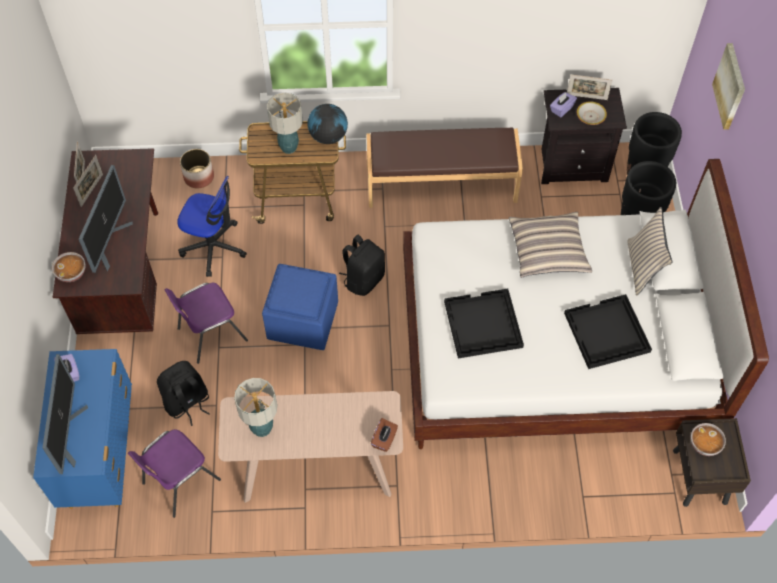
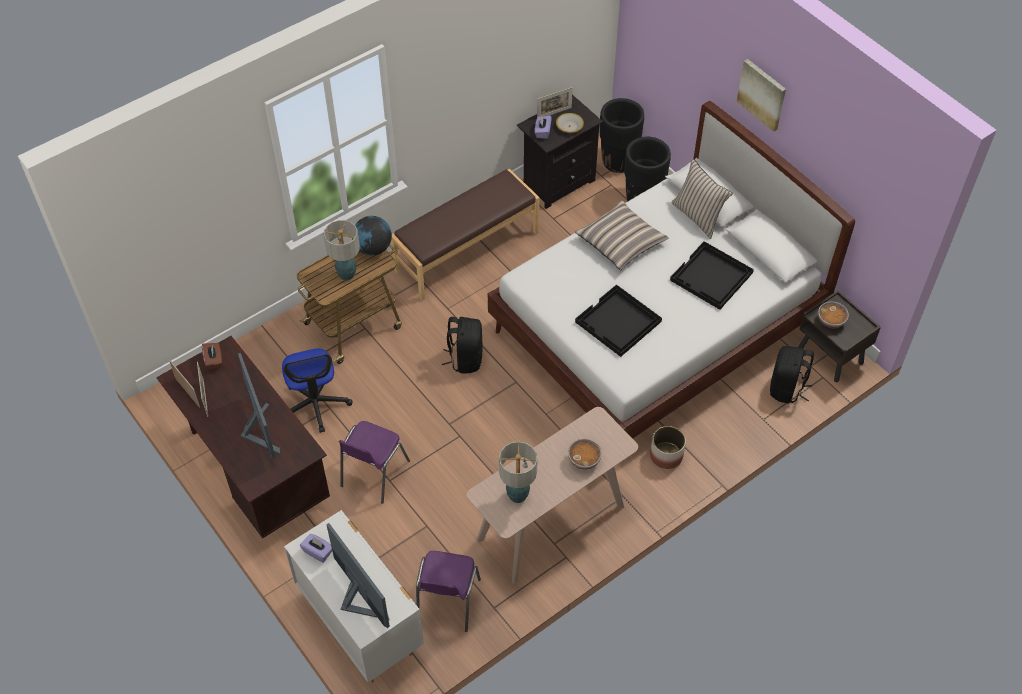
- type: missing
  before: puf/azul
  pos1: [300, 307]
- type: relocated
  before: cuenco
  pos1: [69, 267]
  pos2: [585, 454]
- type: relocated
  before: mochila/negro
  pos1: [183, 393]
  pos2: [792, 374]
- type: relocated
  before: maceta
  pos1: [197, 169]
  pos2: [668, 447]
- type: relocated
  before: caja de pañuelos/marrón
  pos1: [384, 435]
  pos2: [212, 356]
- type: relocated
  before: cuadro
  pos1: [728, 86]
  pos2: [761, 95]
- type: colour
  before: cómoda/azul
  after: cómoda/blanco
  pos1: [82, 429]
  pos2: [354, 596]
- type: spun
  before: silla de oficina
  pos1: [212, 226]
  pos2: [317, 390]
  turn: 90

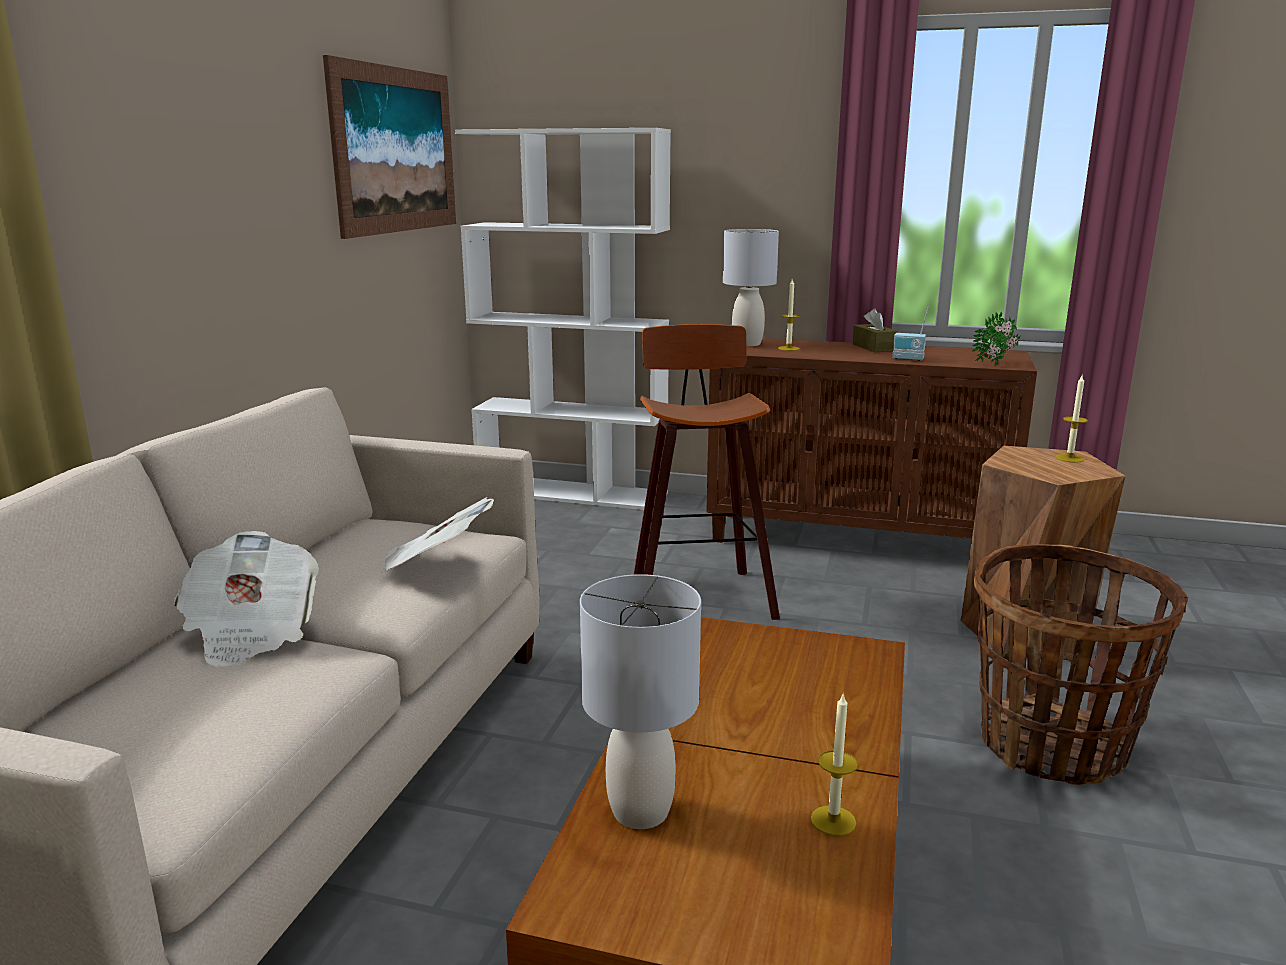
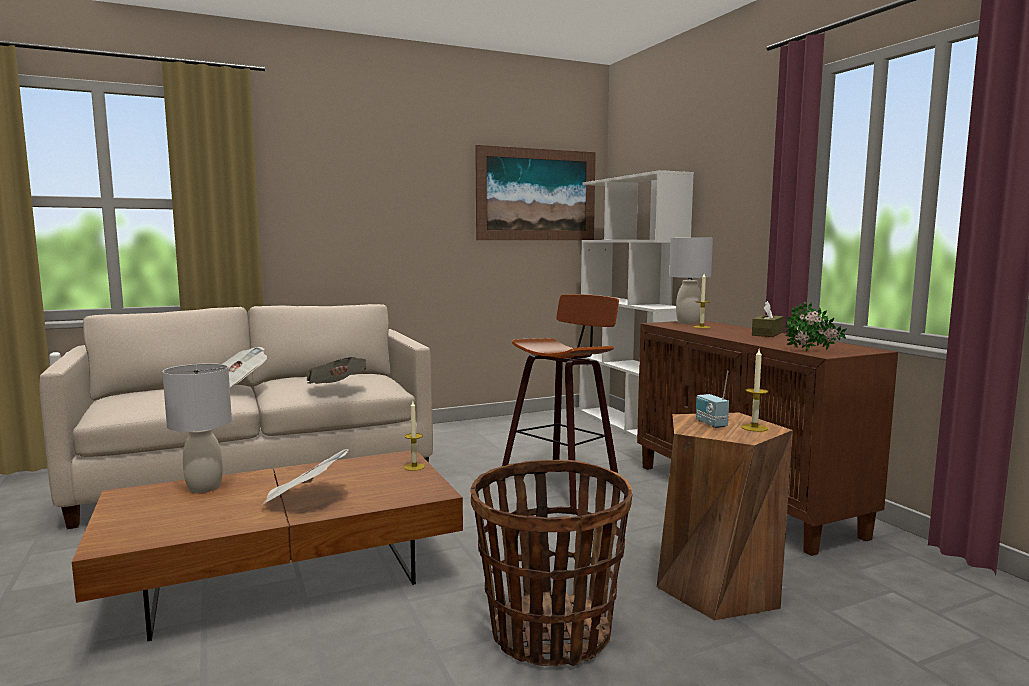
- type: appeared
  after: periódico
  pos2: [306, 476]
- type: relocated
  before: vela
  pos1: [834, 764]
  pos2: [414, 436]
- type: relocated
  before: radio
  pos1: [910, 334]
  pos2: [712, 399]

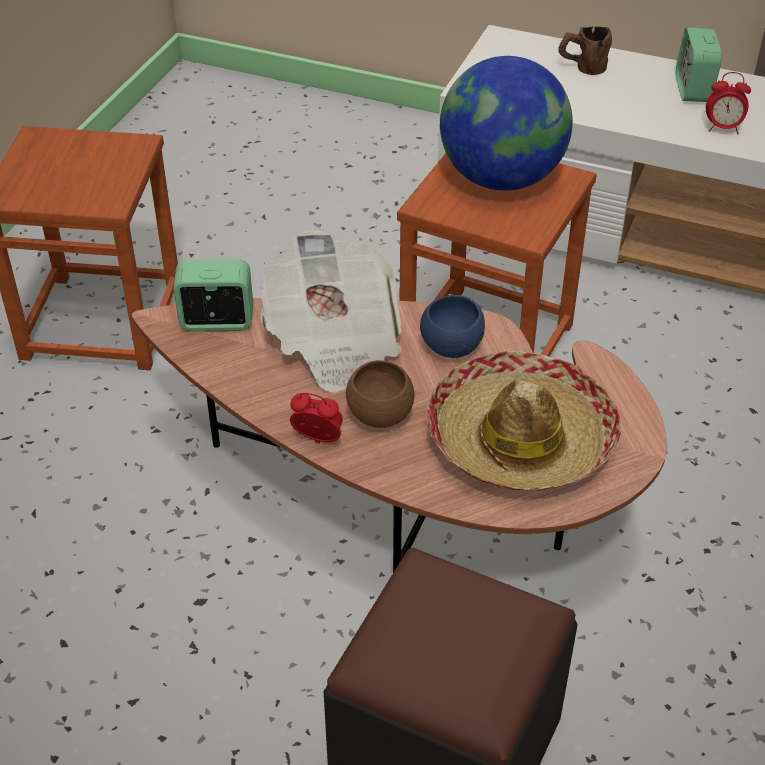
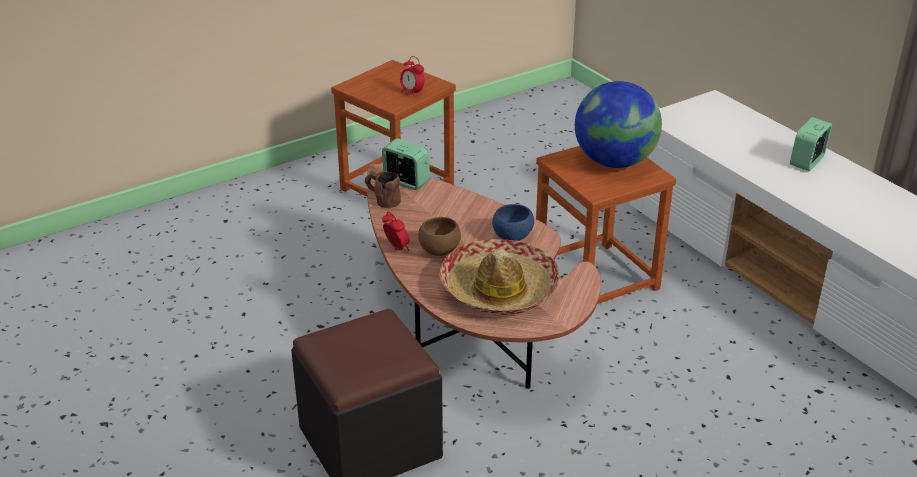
- type: missing
  before: periódico
  pos1: [331, 311]
- type: relocated
  before: taza grande/marrón
  pos1: [585, 50]
  pos2: [383, 189]
- type: relocated
  before: despertador
  pos1: [728, 103]
  pos2: [412, 76]

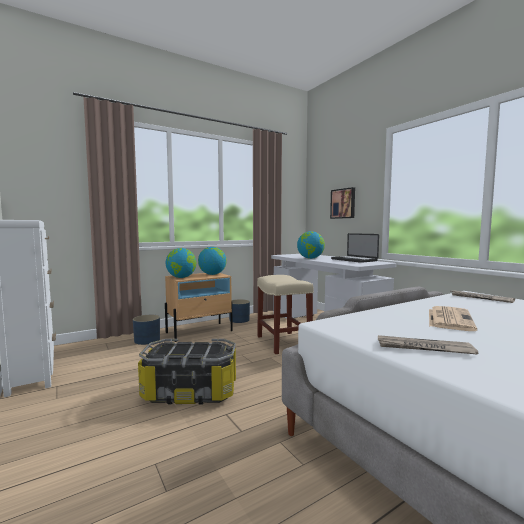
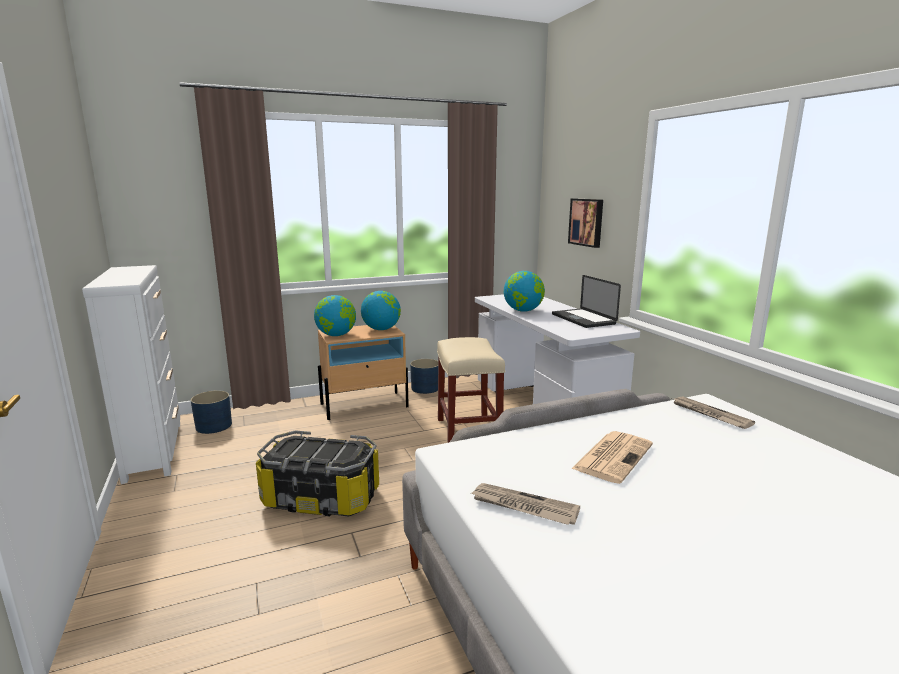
- type: relocated
  before: maceta/azul
  pos1: [146, 330]
  pos2: [211, 412]

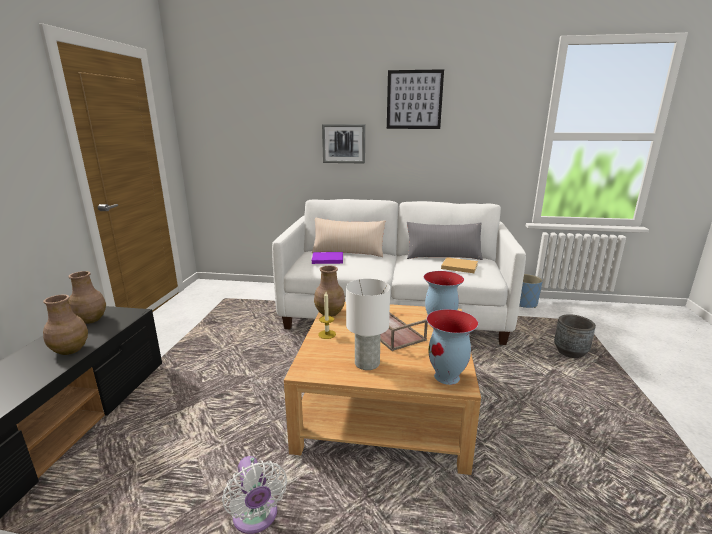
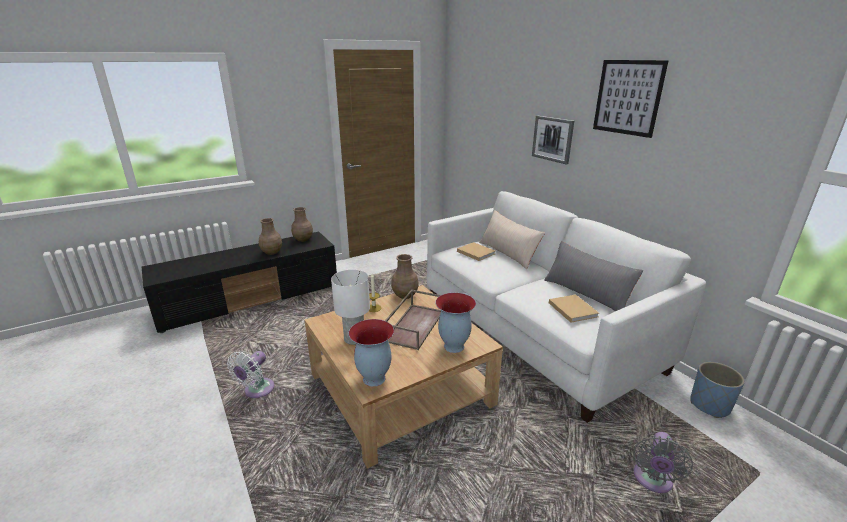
- type: exchanged
  before: maceta/gris
  after: ventilador/gris
  pos1: [575, 336]
  pos2: [663, 462]
- type: colour
  before: libro/morado
  after: libro/beis
  pos1: [327, 258]
  pos2: [476, 251]

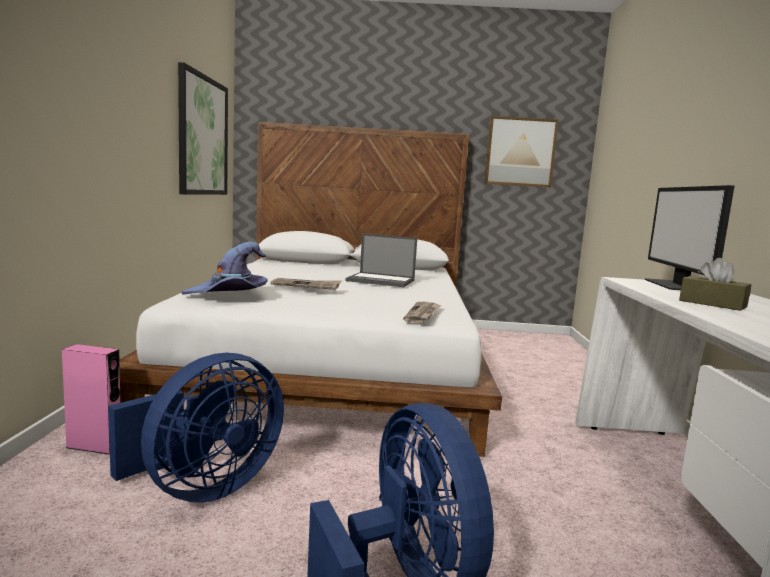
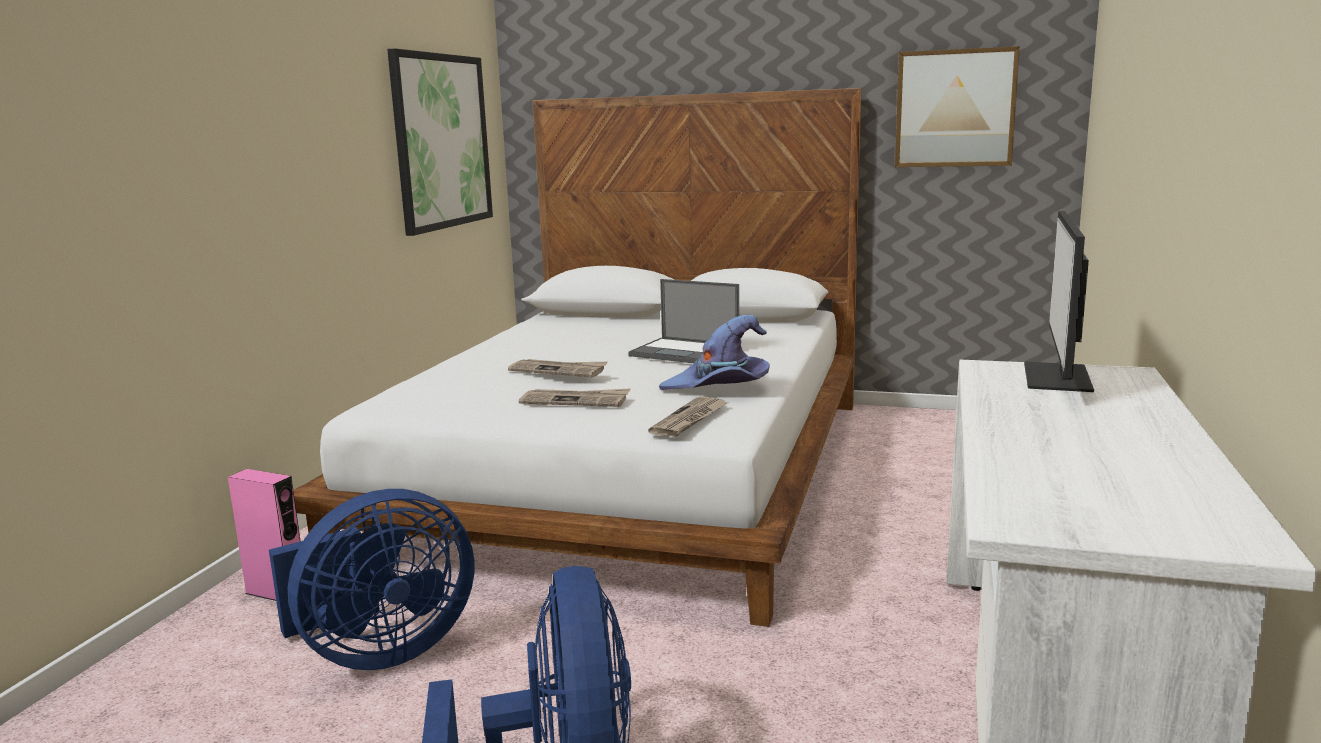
- type: missing
  before: caja de pañuelos/marrón
  pos1: [715, 284]
- type: appeared
  after: periódico
  pos2: [574, 397]
- type: relocated
  before: sombrero/morado
  pos1: [224, 268]
  pos2: [714, 352]

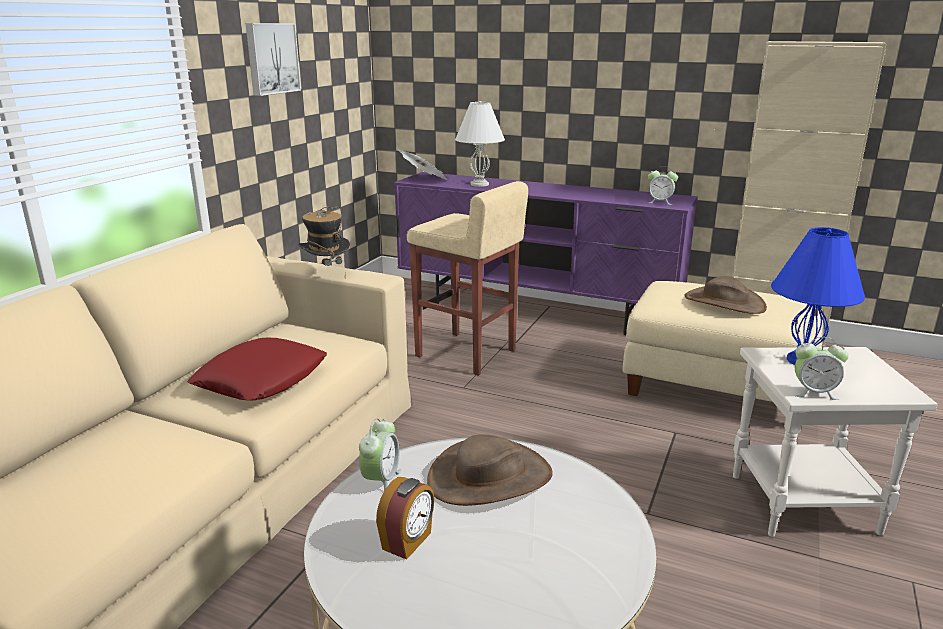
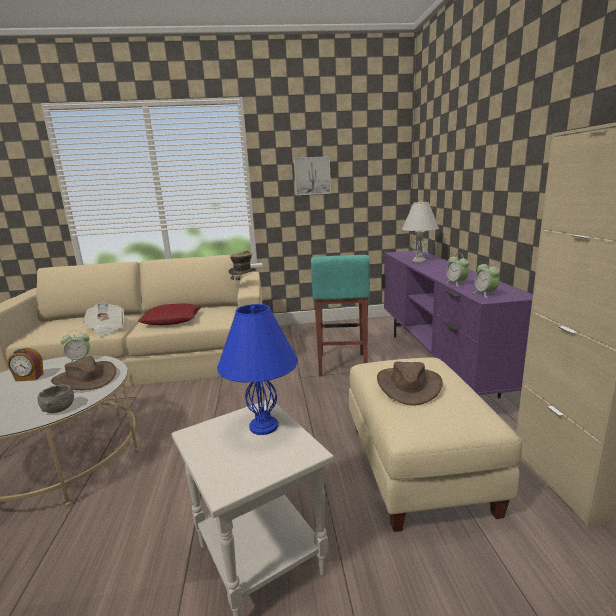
- type: appeared
  after: cuenco/gris
  pos2: [56, 399]
- type: relocated
  before: periódico
  pos1: [422, 165]
  pos2: [103, 319]
- type: relocated
  before: despertador
  pos1: [822, 368]
  pos2: [457, 270]
- type: colour
  before: taburete/beis
  after: taburete/turquesa
  pos1: [467, 278]
  pos2: [340, 315]

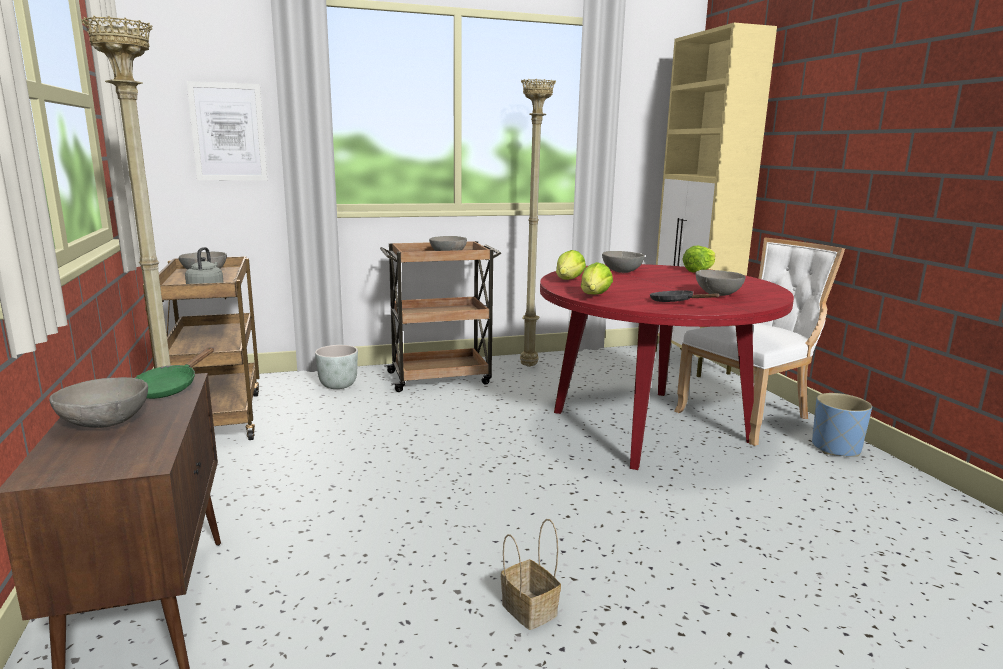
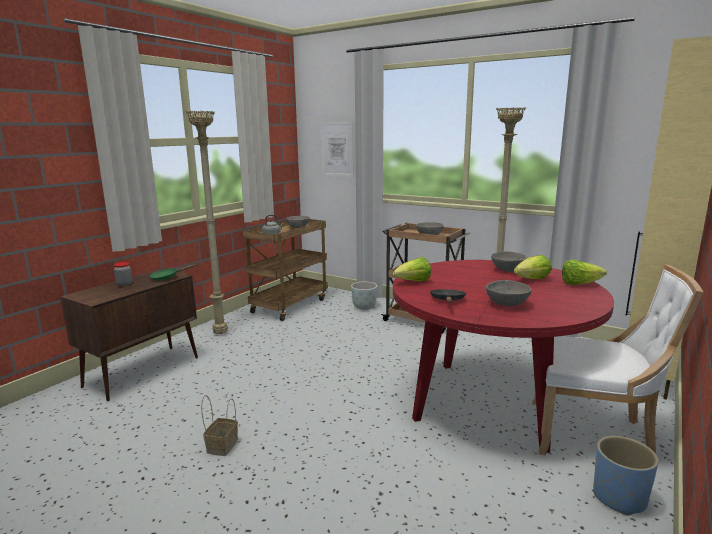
- type: relocated
  before: lechuga
  pos1: [571, 265]
  pos2: [533, 267]
- type: exchanged
  before: cuenco/gris
  after: tarro
  pos1: [98, 402]
  pos2: [123, 274]

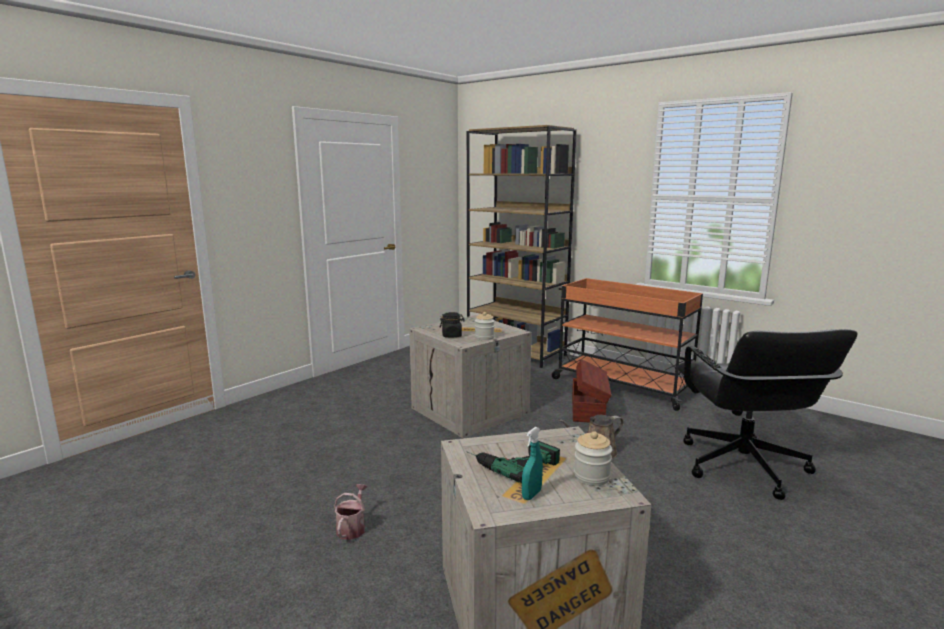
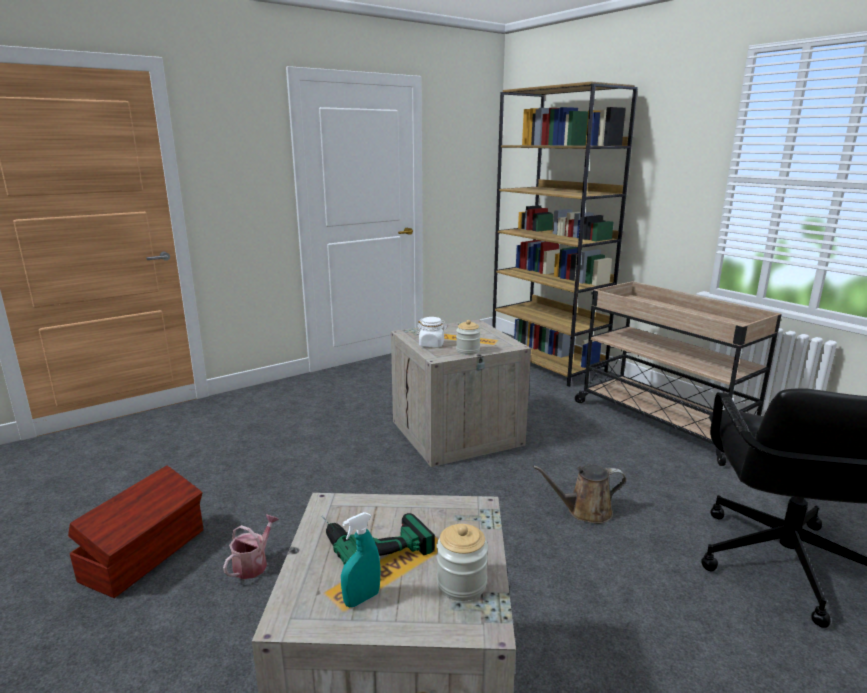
- type: relocated
  before: caja de almacenaje/marrón
  pos1: [591, 391]
  pos2: [135, 531]
- type: colour
  before: tarro/negro
  after: tarro/blanco
  pos1: [452, 325]
  pos2: [432, 332]
- type: colour
  before: carrito/naranja
  after: carrito/beis
  pos1: [627, 344]
  pos2: [678, 373]

